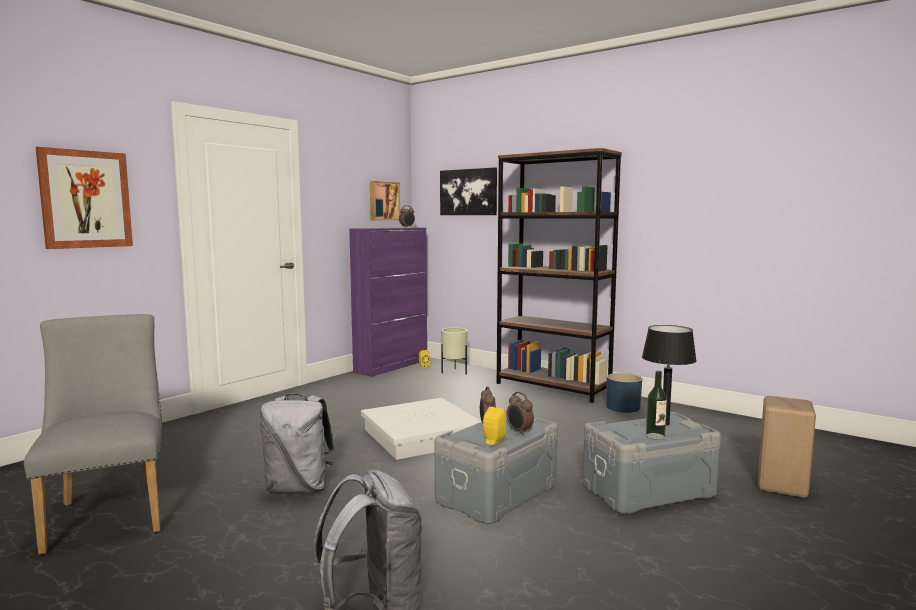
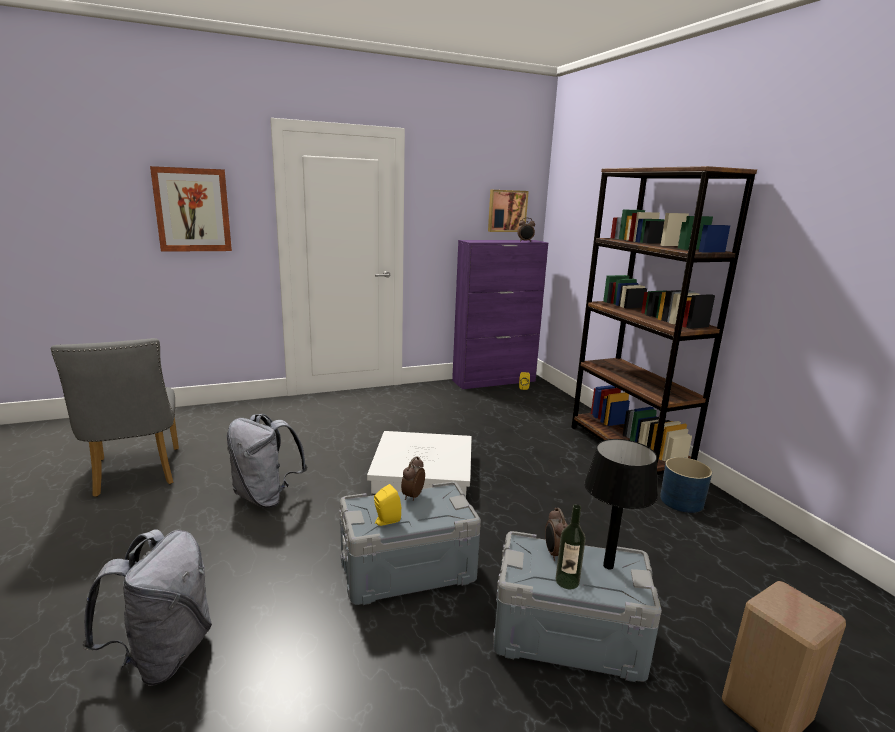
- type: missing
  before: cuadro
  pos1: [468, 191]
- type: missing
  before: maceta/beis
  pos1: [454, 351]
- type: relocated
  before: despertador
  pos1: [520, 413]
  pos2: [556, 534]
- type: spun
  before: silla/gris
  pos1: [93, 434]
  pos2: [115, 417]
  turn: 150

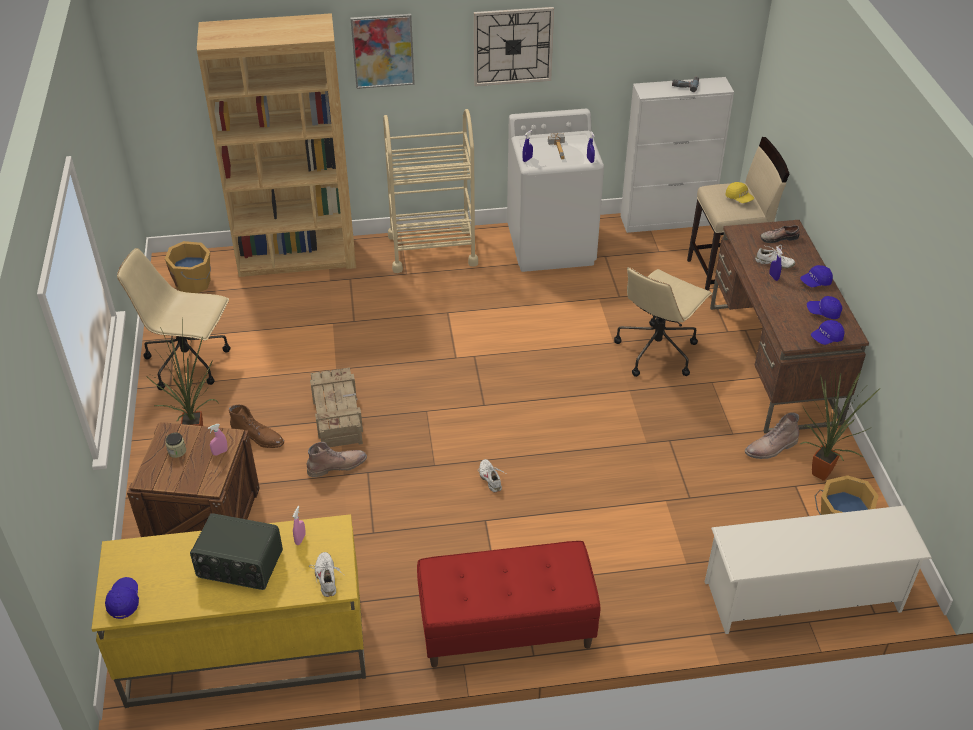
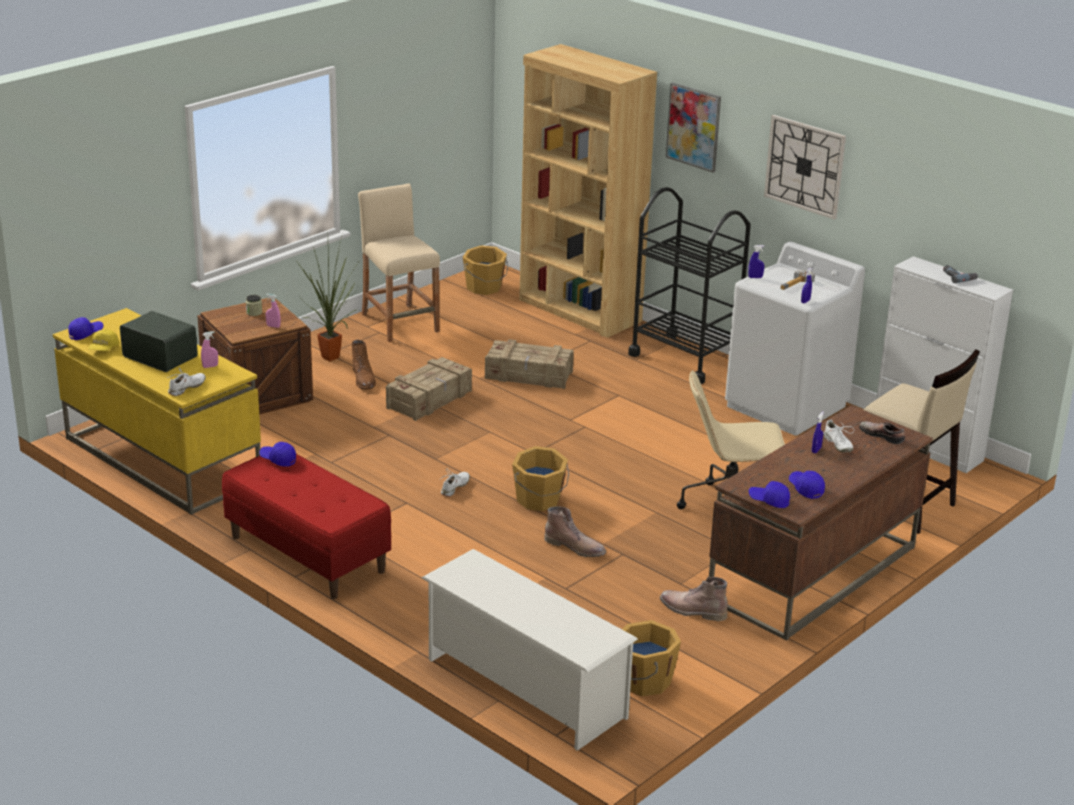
- type: missing
  before: planta en maceta
  pos1: [839, 424]
- type: appeared
  after: caja de embalaje
  pos2: [529, 364]
- type: appeared
  after: cubo/naranja
  pos2: [540, 478]
- type: relocated
  before: bota/marrón
  pos1: [337, 460]
  pos2: [575, 531]
- type: relocated
  before: gorra/amarillo
  pos1: [739, 192]
  pos2: [103, 340]
- type: relocated
  before: gorra/azul
  pos1: [816, 276]
  pos2: [277, 454]
- type: exchanged
  before: silla de oficina/beis
  after: taburete/beis
  pos1: [174, 319]
  pos2: [399, 262]
- type: colour
  before: carrito/beis
  after: carrito/negro
  pos1: [430, 191]
  pos2: [689, 285]
- type: spun
  before: radio
  pos1: [236, 551]
  pos2: [159, 341]
  turn: 150

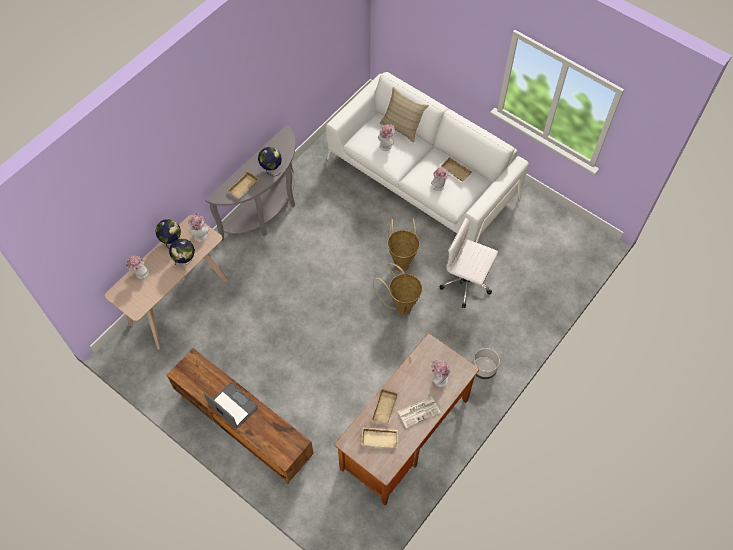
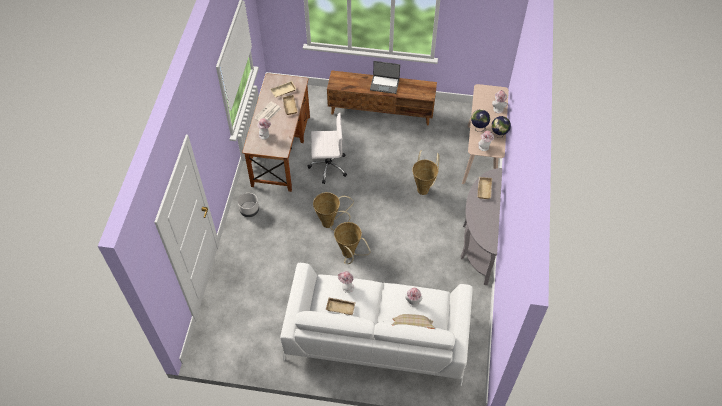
- type: missing
  before: globo terráqueo
  pos1: [270, 161]
- type: appeared
  after: cesta
  pos2: [425, 172]
- type: relocated
  before: silla de oficina/blanco
  pos1: [468, 263]
  pos2: [327, 148]

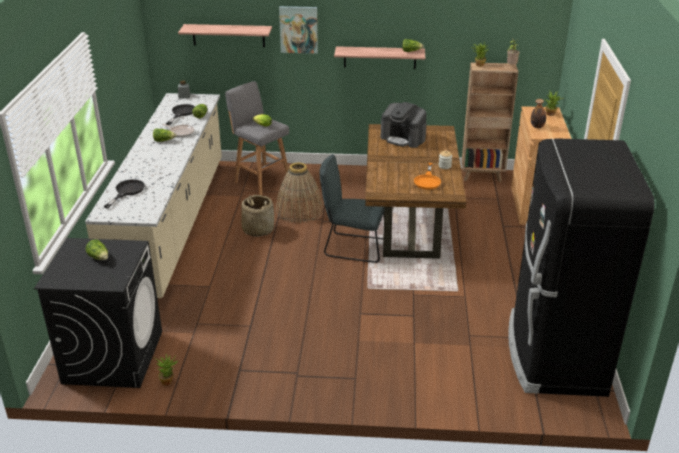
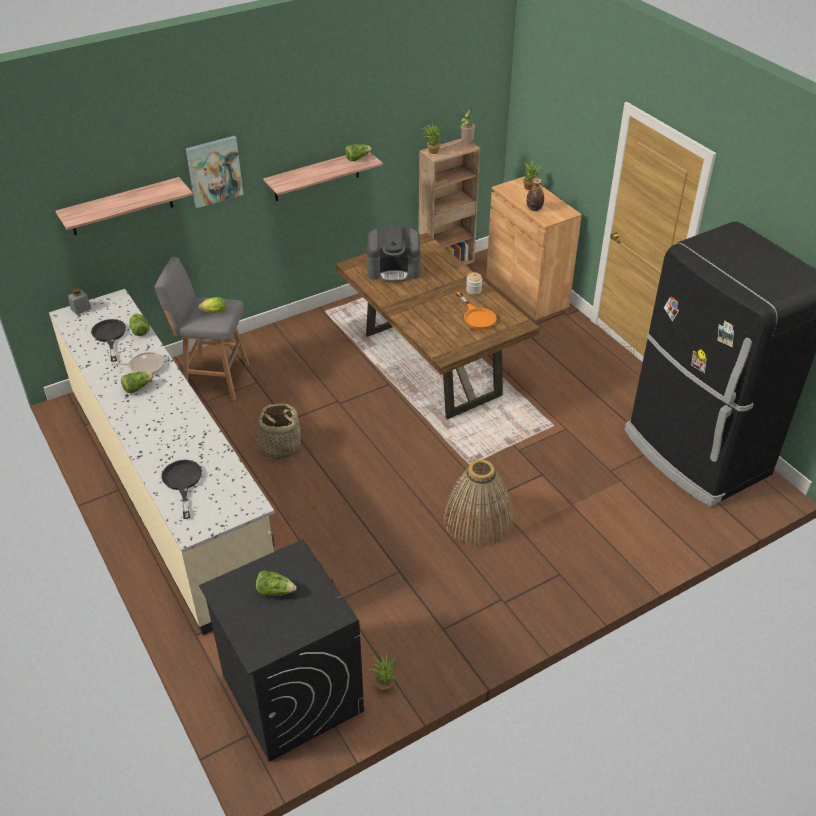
- type: missing
  before: silla/gris
  pos1: [352, 208]
- type: relocated
  before: cesta
  pos1: [299, 193]
  pos2: [478, 503]

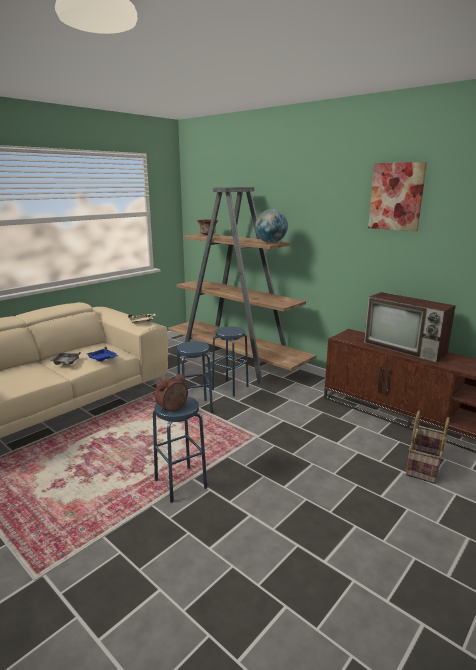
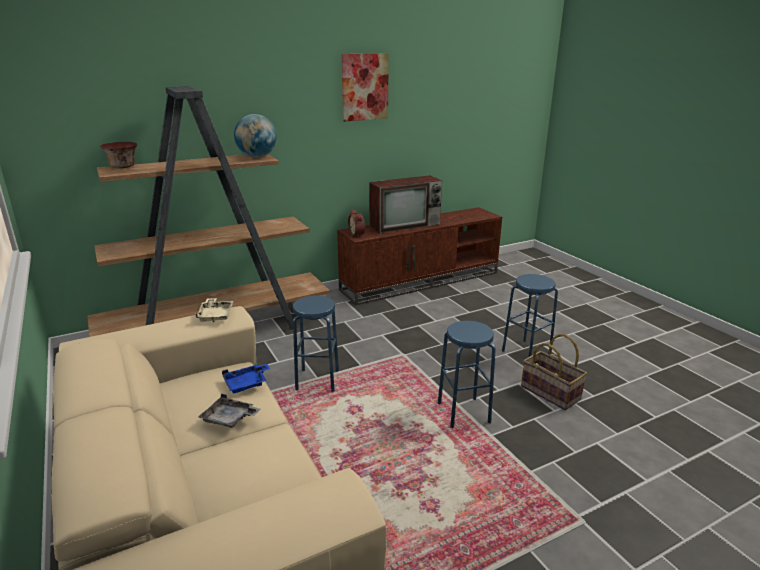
- type: relocated
  before: despertador
  pos1: [171, 393]
  pos2: [356, 224]
- type: relocated
  before: taburete/azul
  pos1: [230, 361]
  pos2: [530, 315]
- type: relocated
  before: cesta
  pos1: [428, 447]
  pos2: [554, 372]

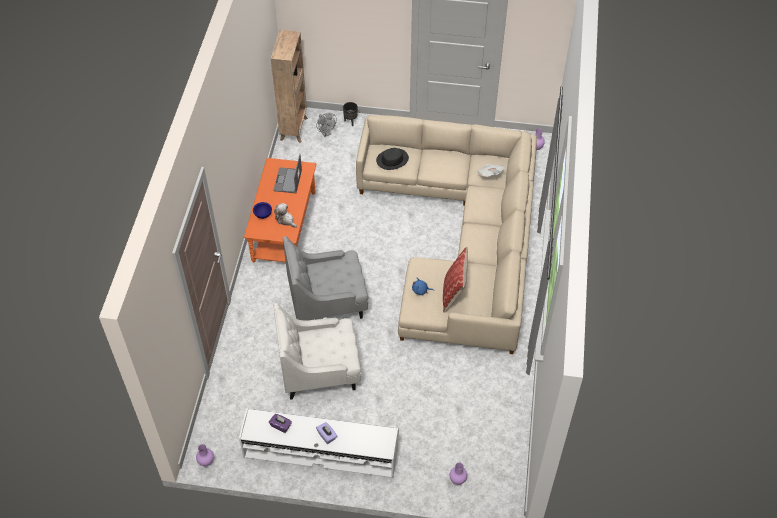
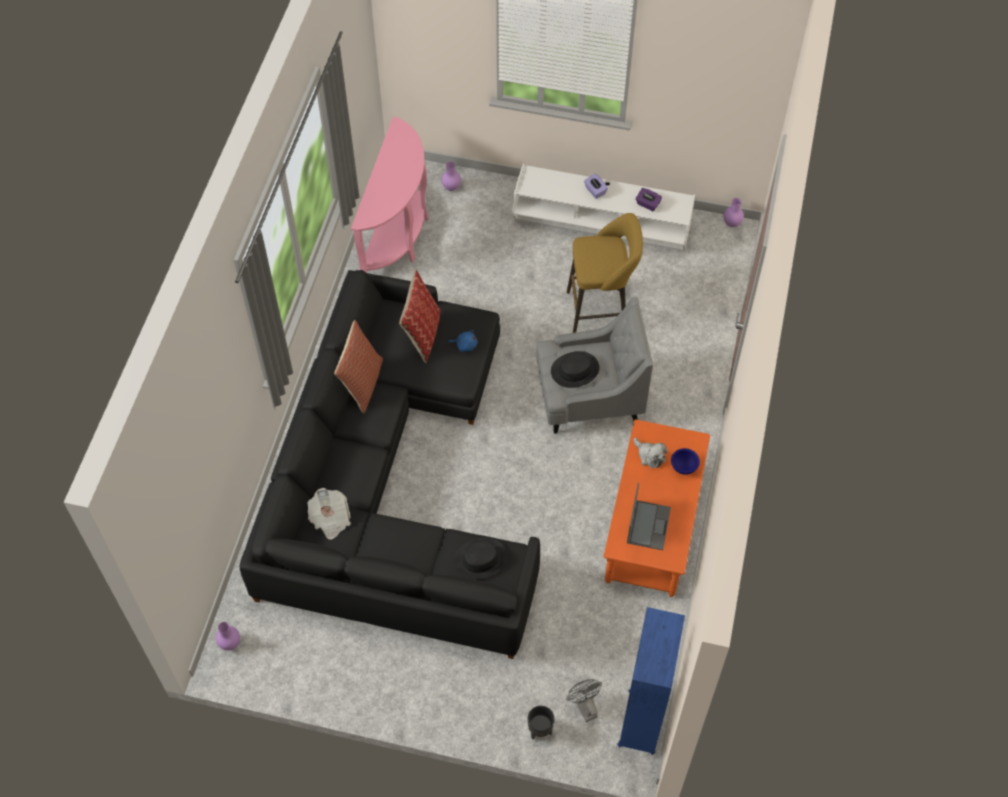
- type: appeared
  after: cojín
  pos2: [358, 366]
- type: appeared
  after: mesa consola/rosa
  pos2: [389, 195]
- type: appeared
  after: sombrero/negro
  pos2: [575, 369]
- type: exchanged
  before: sillón/blanco
  after: taburete/amarillo
  pos1: [317, 351]
  pos2: [605, 273]
- type: colour
  before: estantería/marrón
  after: estantería/azul
  pos1: [289, 86]
  pos2: [651, 681]
- type: colour
  before: sofá/beis
  after: sofá/negro
  pos1: [446, 234]
  pos2: [390, 464]

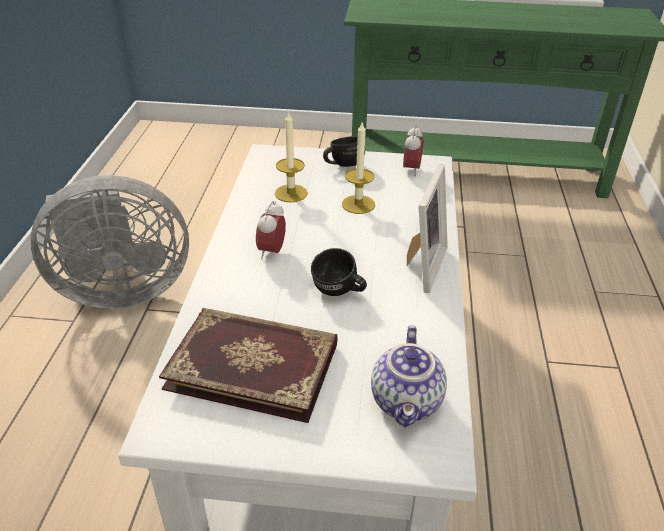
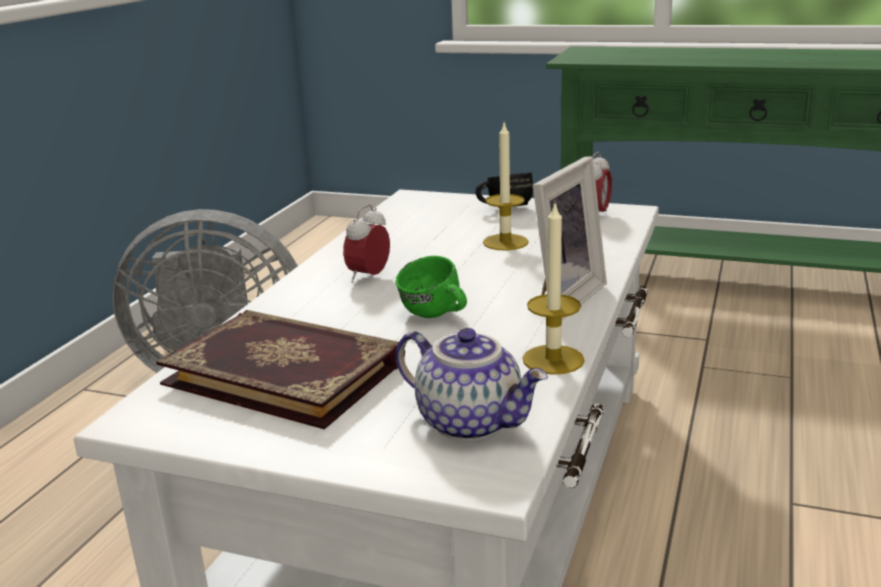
- type: relocated
  before: vela
  pos1: [291, 157]
  pos2: [554, 289]
- type: colour
  before: taza grande/negro
  after: taza grande/verde
  pos1: [339, 272]
  pos2: [431, 287]
- type: spun
  before: tetera
  pos1: [409, 376]
  pos2: [472, 384]
  turn: -75

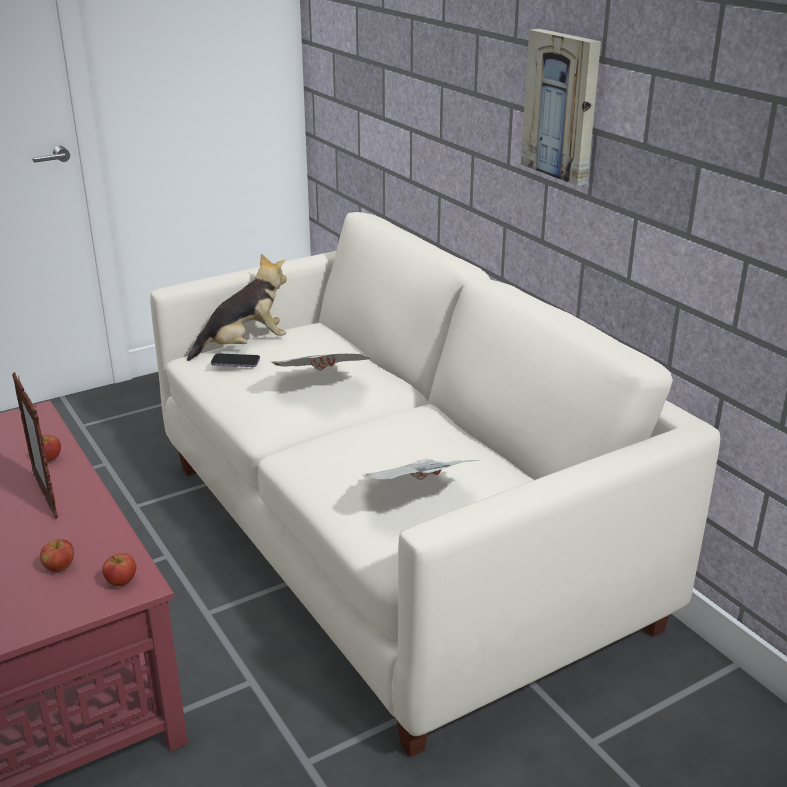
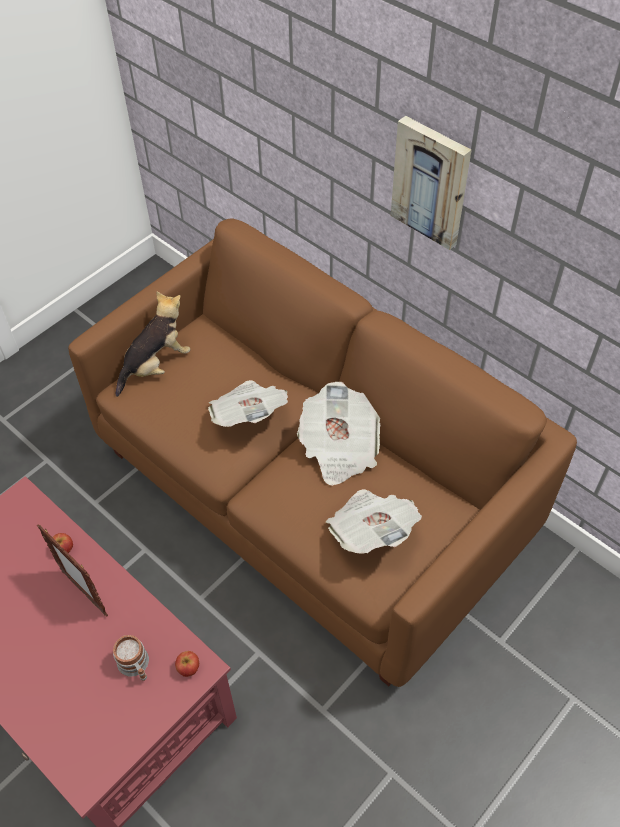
- type: missing
  before: móvil
  pos1: [235, 360]
- type: appeared
  after: periódico
  pos2: [338, 434]
- type: exchanged
  before: manzana
  after: taza grande
  pos1: [57, 556]
  pos2: [131, 658]
- type: colour
  before: sofá/blanco
  after: sofá/marrón
  pos1: [435, 484]
  pos2: [322, 452]

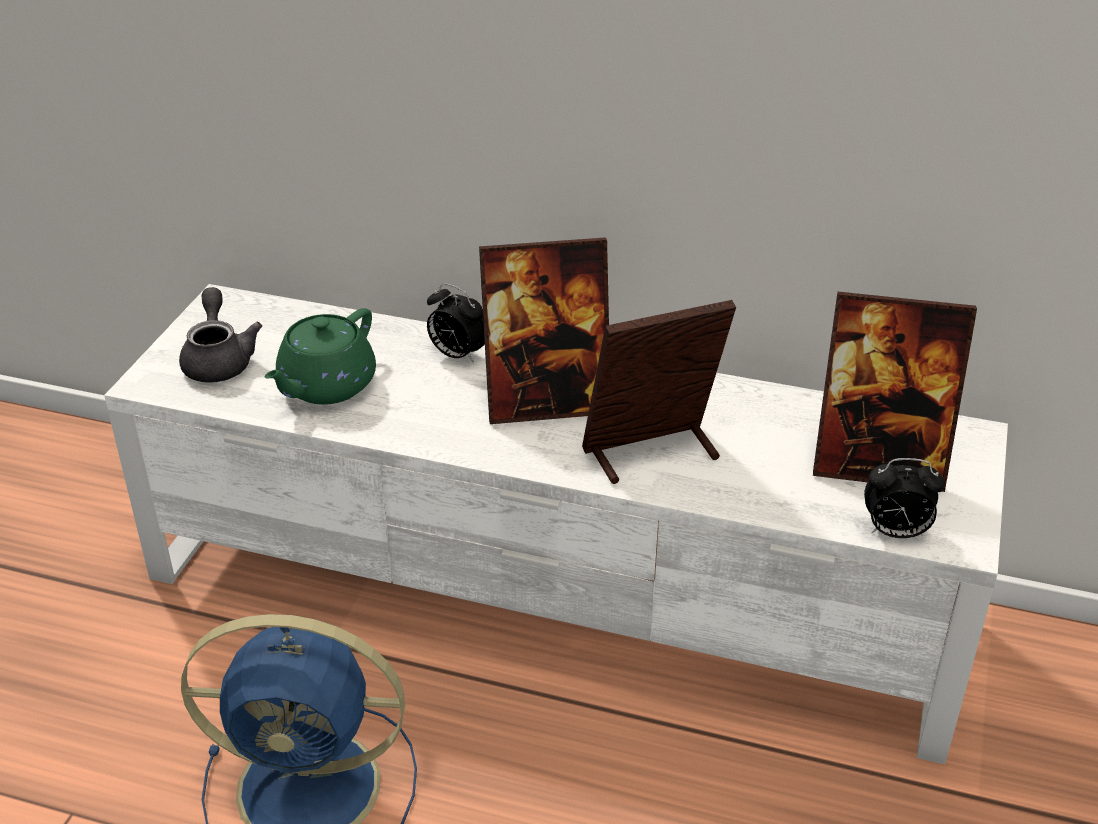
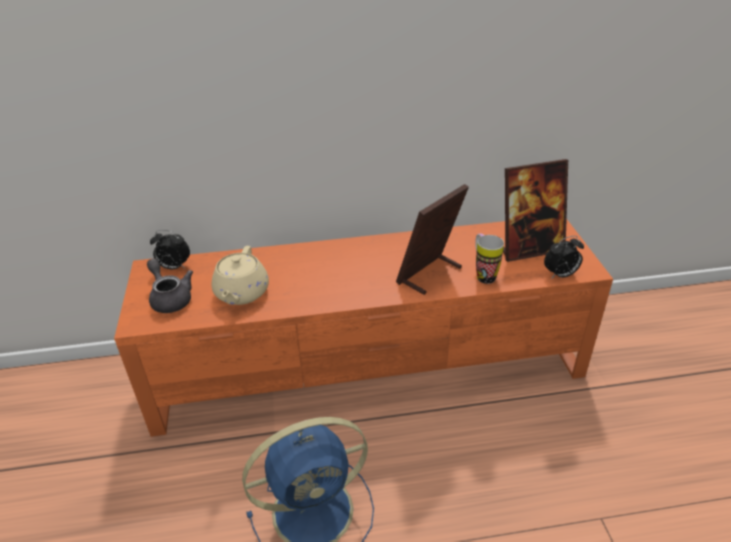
- type: missing
  before: portarretratos
  pos1: [544, 331]
- type: appeared
  after: taza grande
  pos2: [489, 258]
- type: relocated
  before: despertador
  pos1: [456, 323]
  pos2: [170, 249]
- type: colour
  before: mueble de televisión/blanco
  after: mueble de televisión/naranja
  pos1: [556, 524]
  pos2: [363, 328]
- type: colour
  before: tetera/verde
  after: tetera/beis
  pos1: [320, 356]
  pos2: [240, 275]

